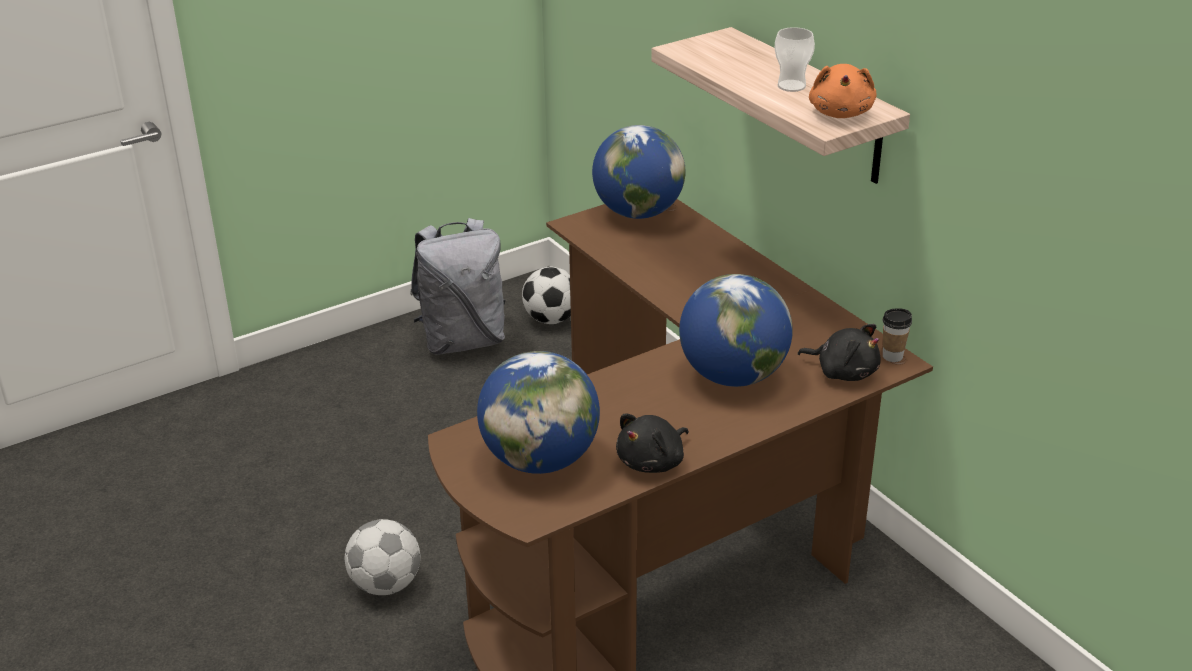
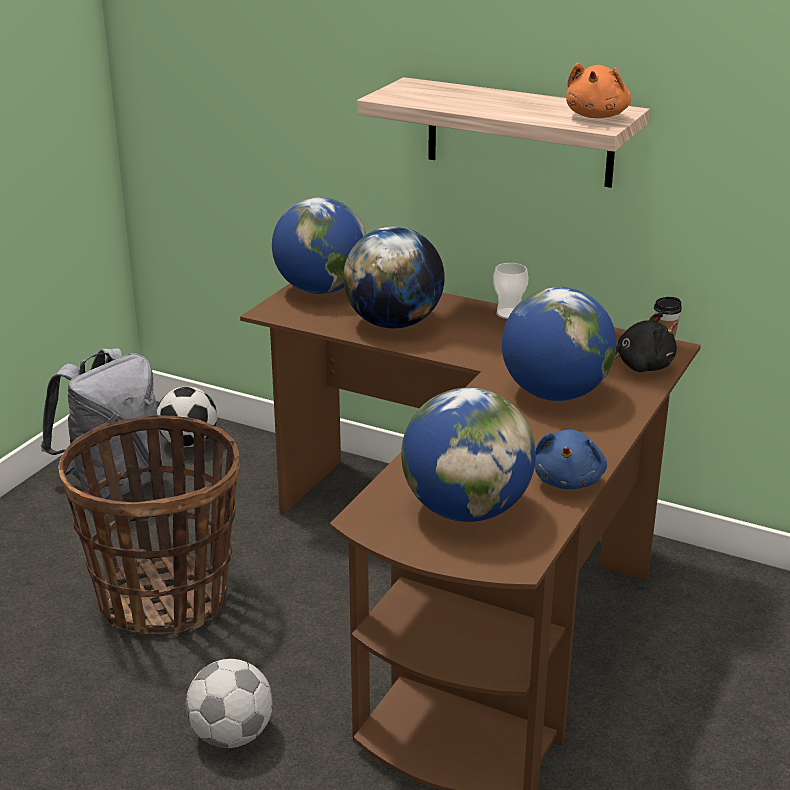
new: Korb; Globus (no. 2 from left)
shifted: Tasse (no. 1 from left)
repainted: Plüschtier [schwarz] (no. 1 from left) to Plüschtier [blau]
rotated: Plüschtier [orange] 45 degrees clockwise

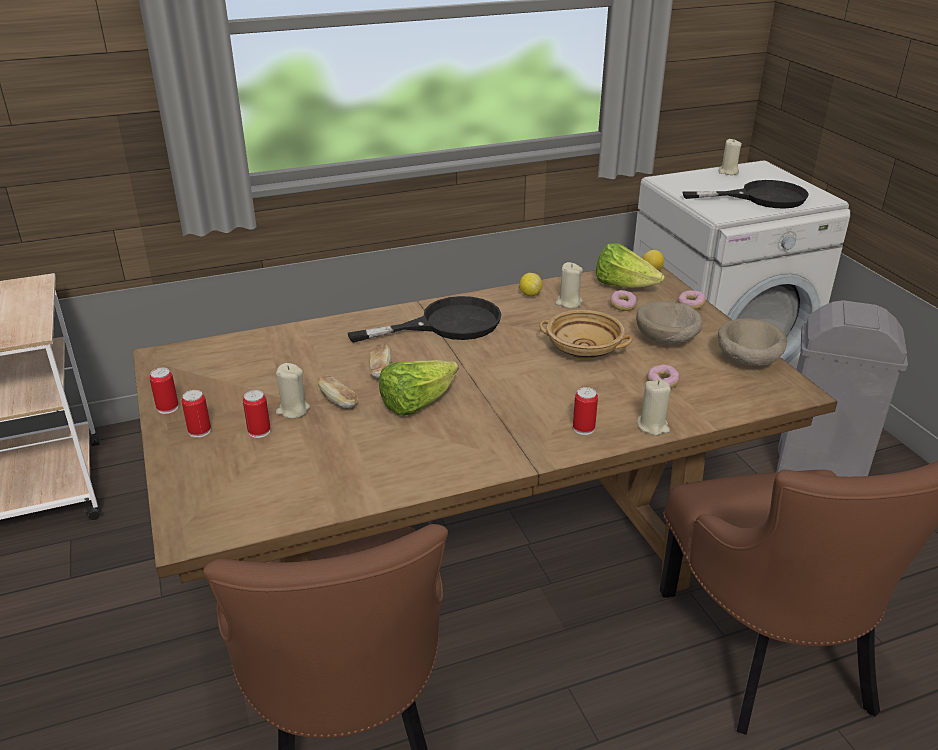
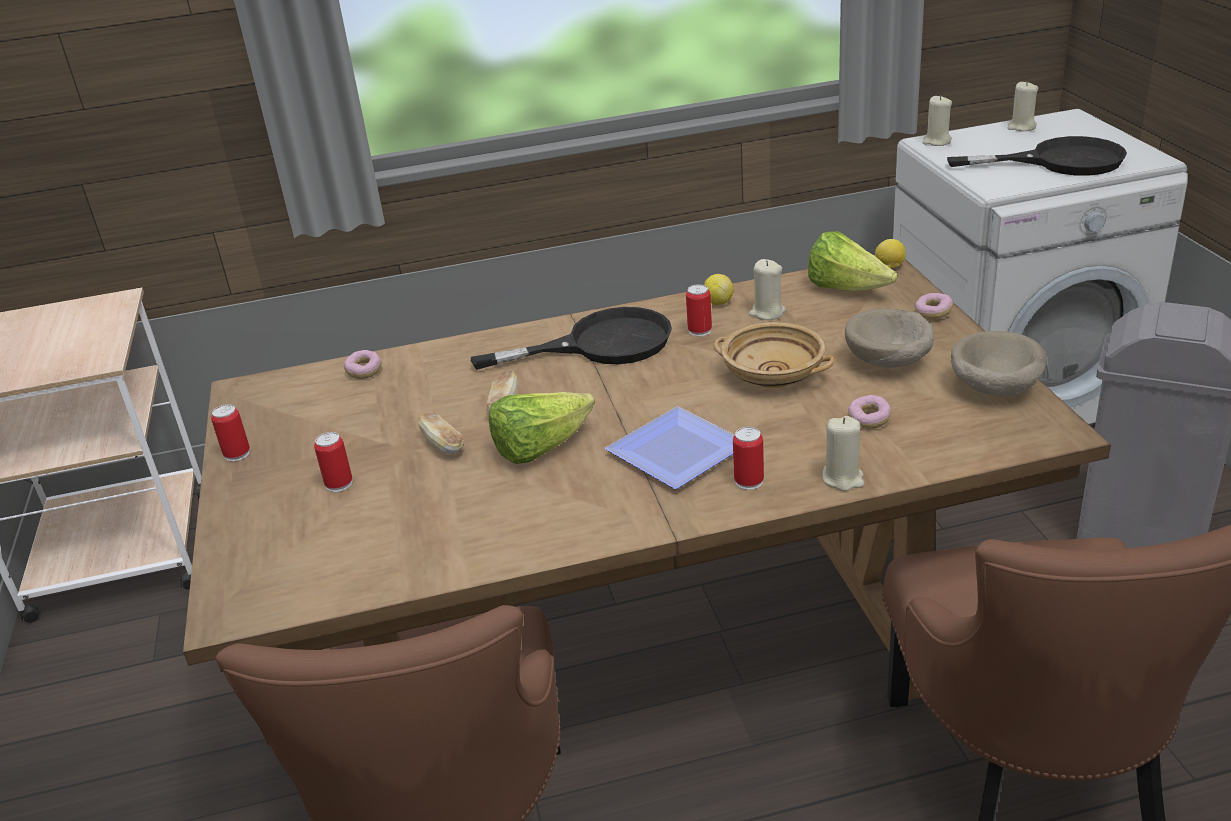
new: Teller
shifted: Donut (no. 1 from left); Dose (no. 2 from left in the first image) to Dose (no. 3 from left); Kerze [beige] (no. 1 from left in the first image) to Kerze [beige] (no. 3 from left)

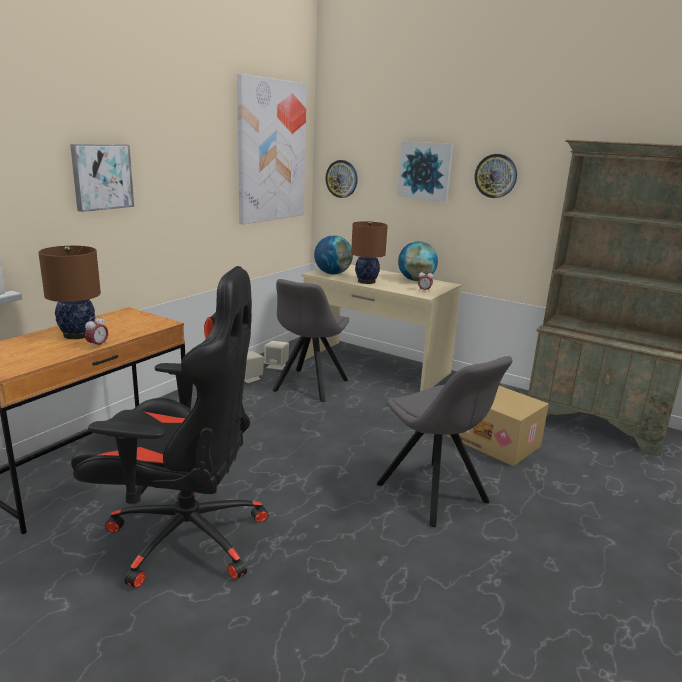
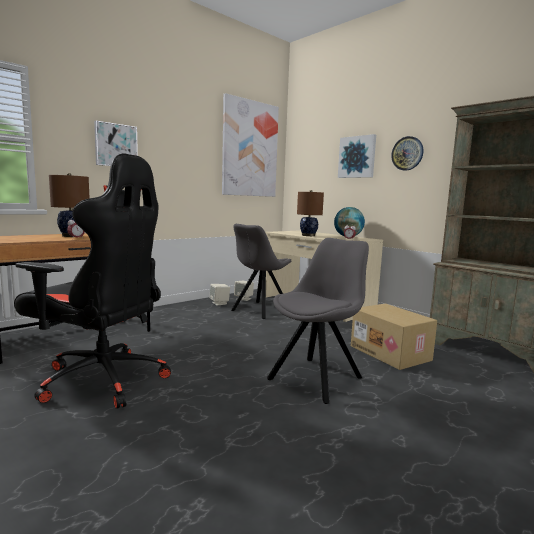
gone: Globus (no. 1 from left); Wanduhr (no. 1 from left)
rotated: Stuhl [grau] (no. 2 from left) 120 degrees counterclockwise

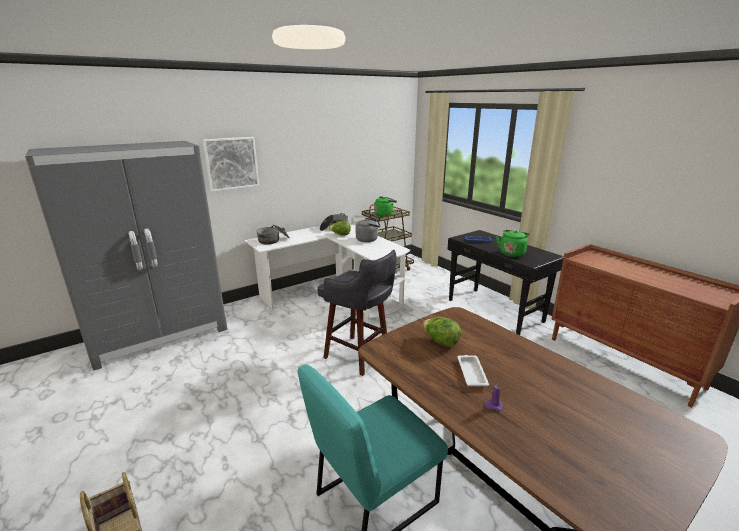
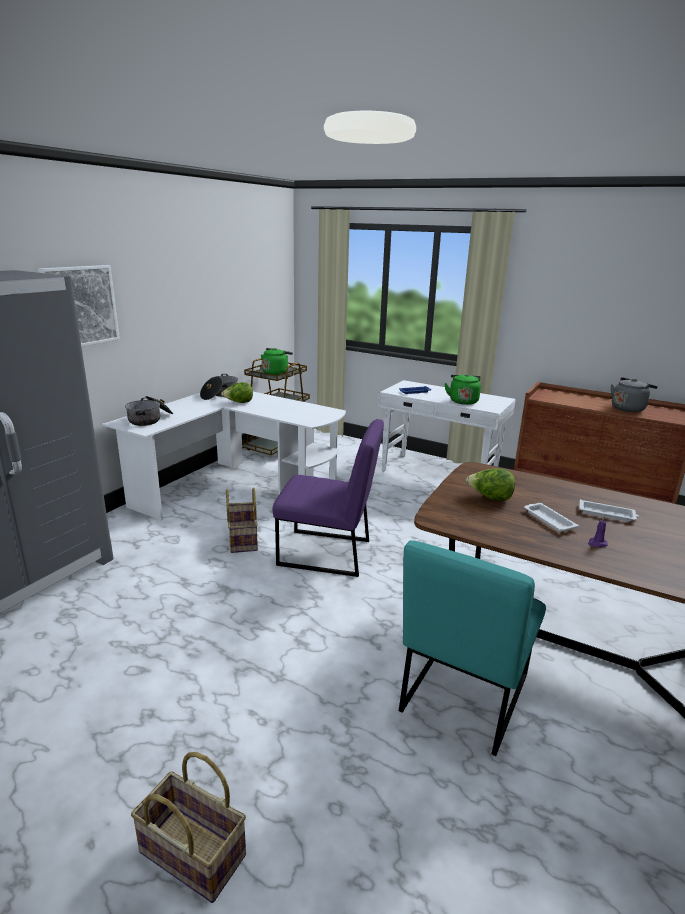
new: Korb (no. 2 from left); Tablett [weiß] (no. 2 from left)
shifted: Wasserkessel [grau]
swapped: Hocker [grau] to Stuhl [lila]
repainted: Konsolentisch [schwarz] to Konsolentisch [weiß]

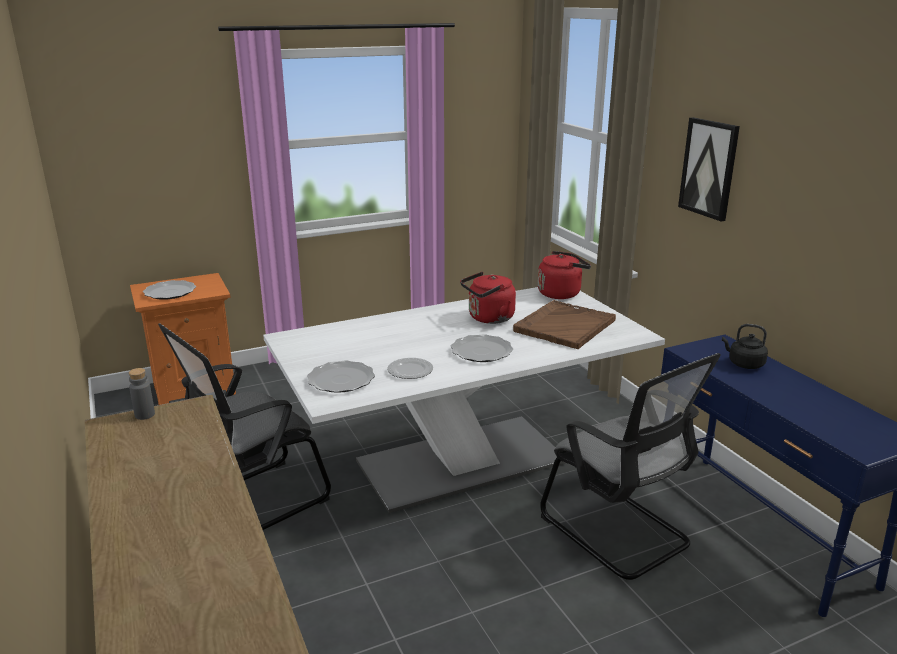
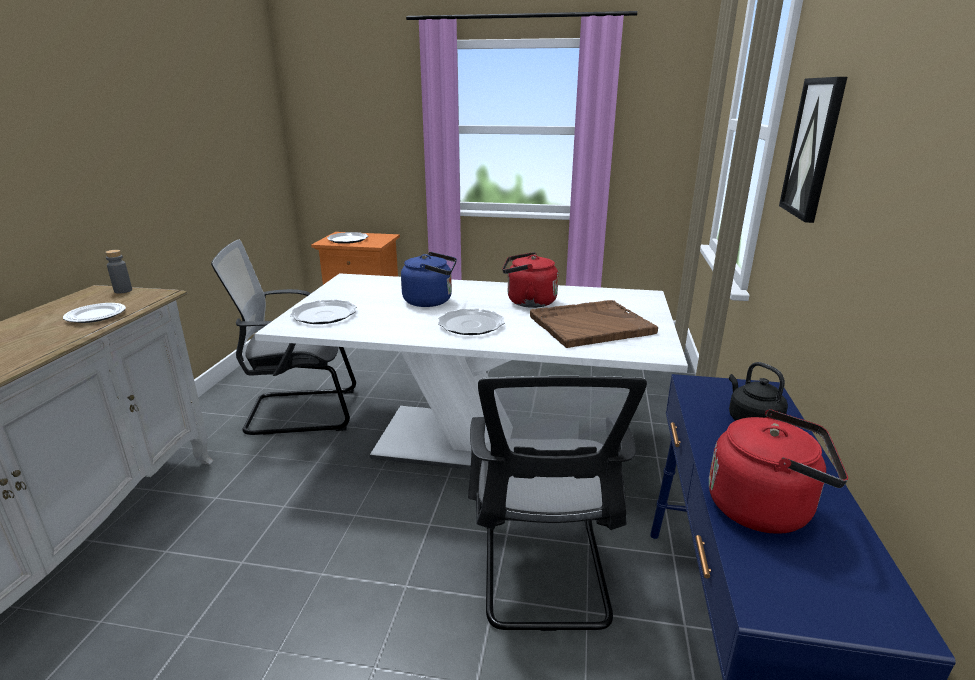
new: Wasserkessel [blau]
shifted: Teller (no. 3 from left in the first image) to Teller (no. 1 from left); Wasserkessel [rot] (no. 2 from left)

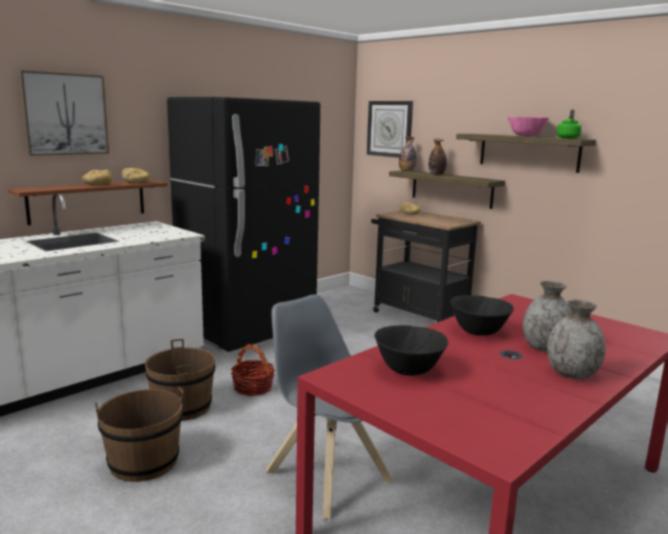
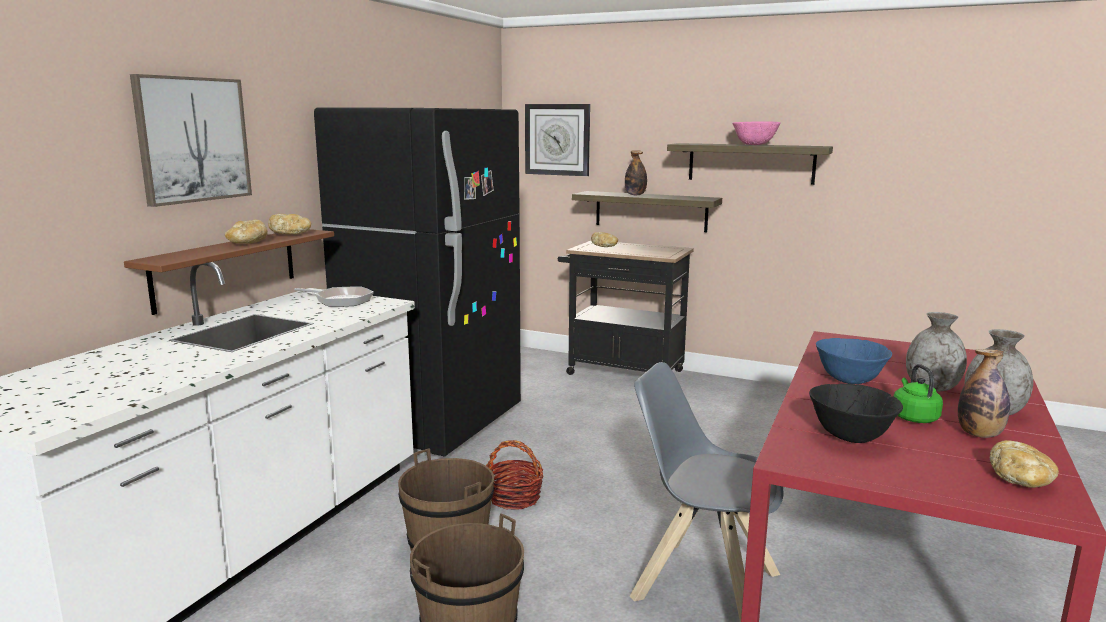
new: Pfanne; Brot (no. 4 from left)
shifted: Wasserkessel [grün]; Flasche (no. 1 from left in the first image) to Flasche (no. 2 from left)
repainted: Schüssel [schwarz] (no. 2 from left) to Schüssel [blau]

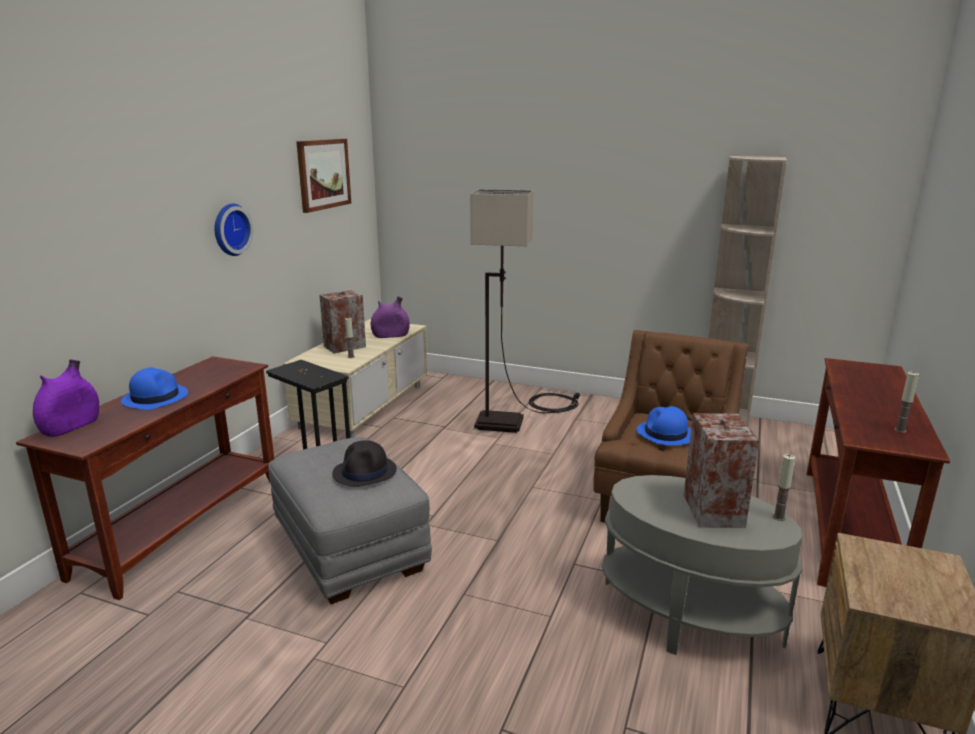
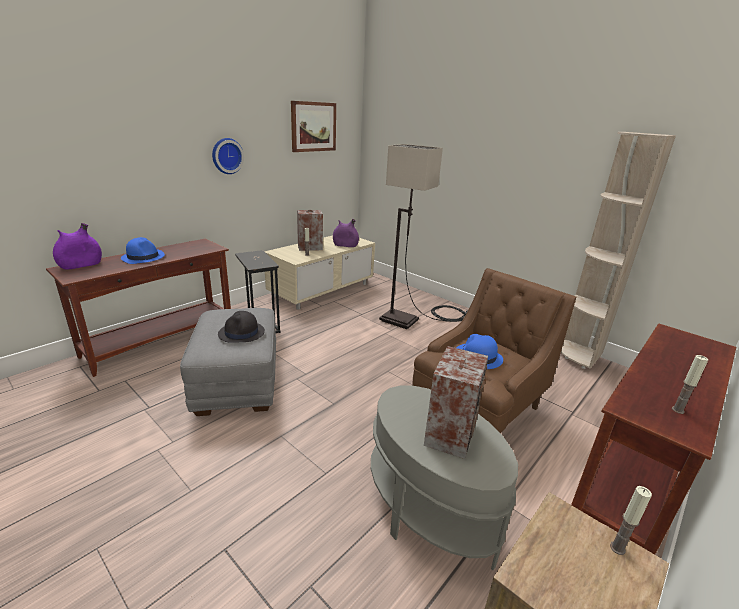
shifted: Kerze (no. 2 from left)

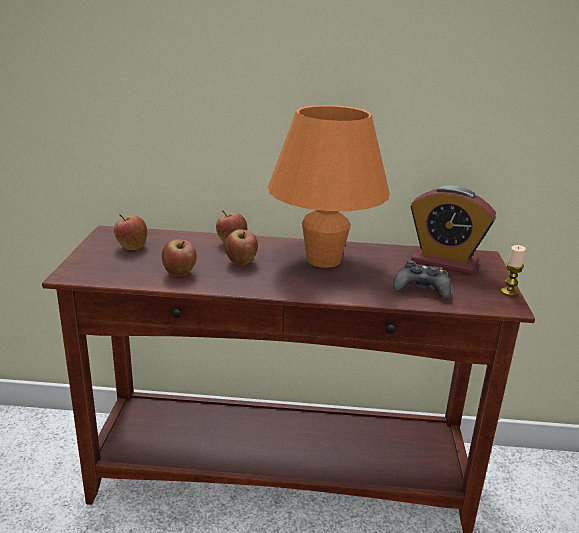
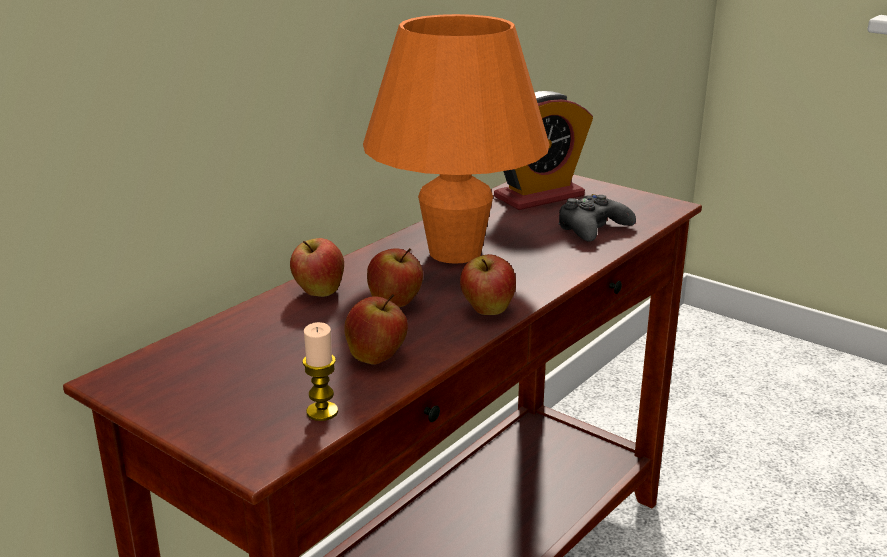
shifted: Kerze; Apfel (no. 1 from left in the first image) to Apfel (no. 4 from left)

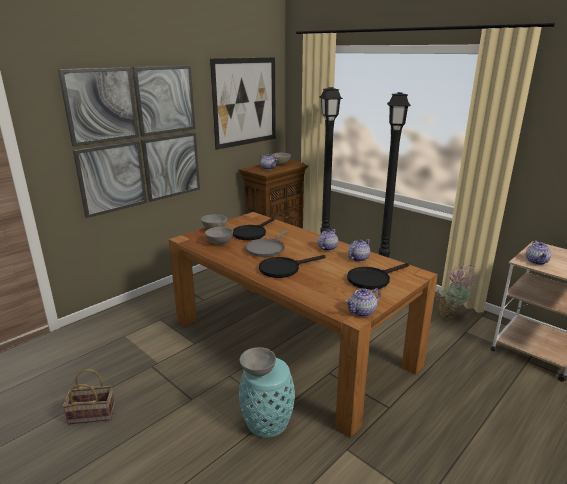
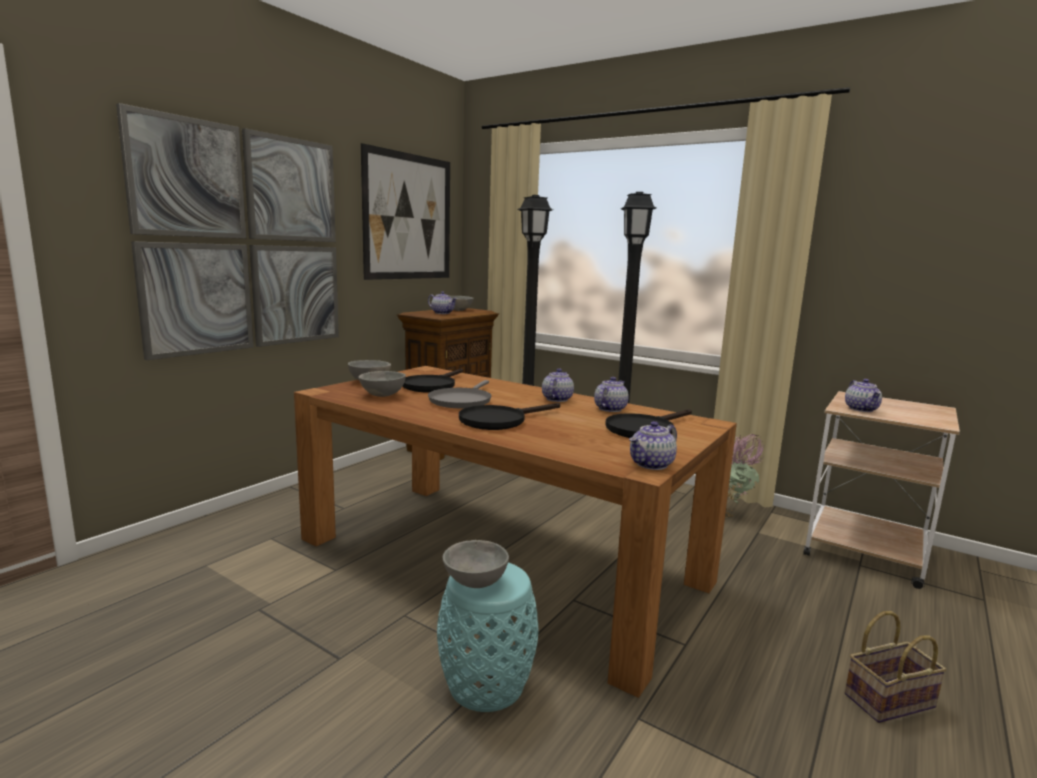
shifted: Korb

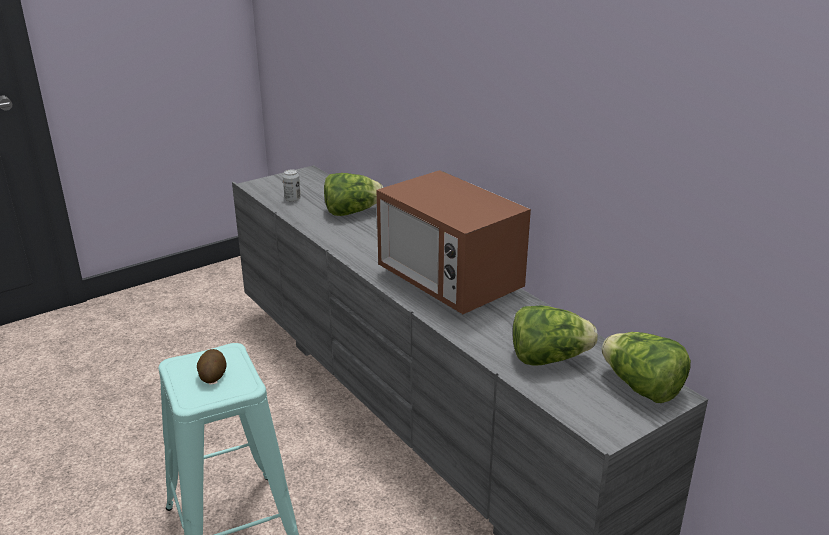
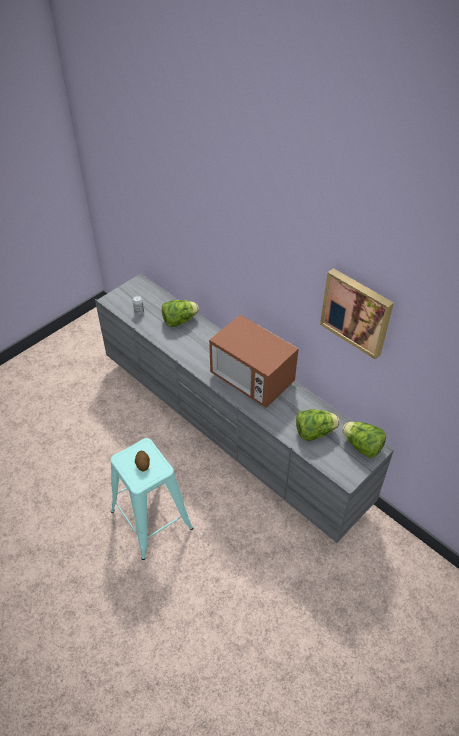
new: Bild

